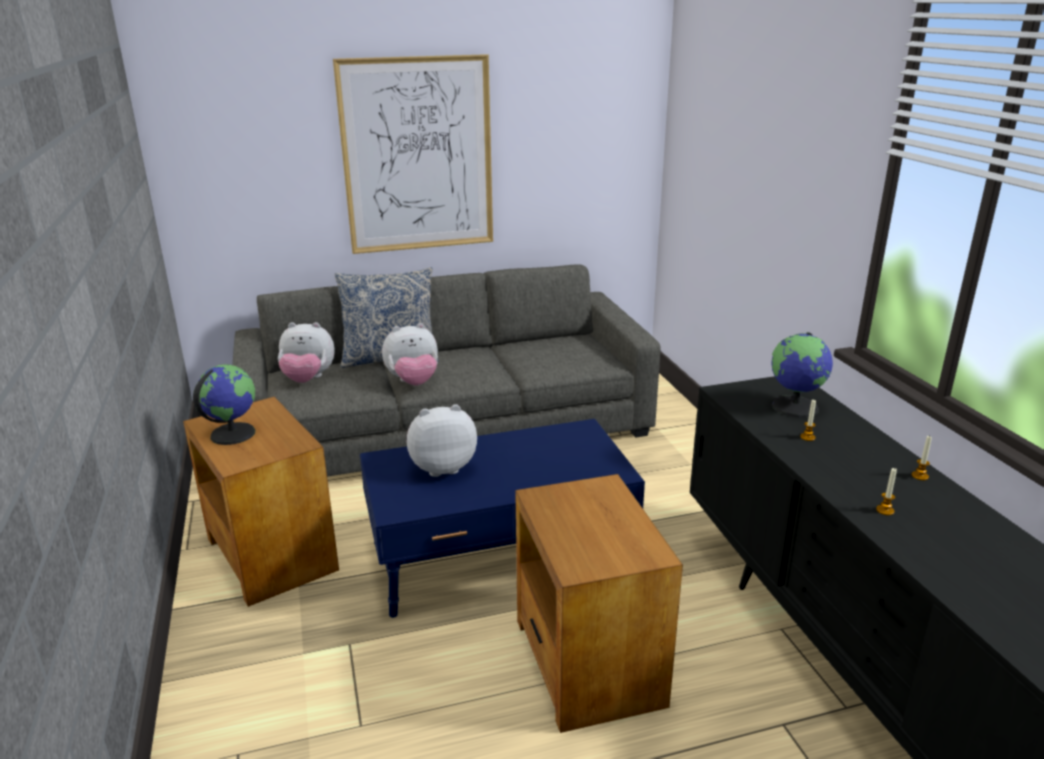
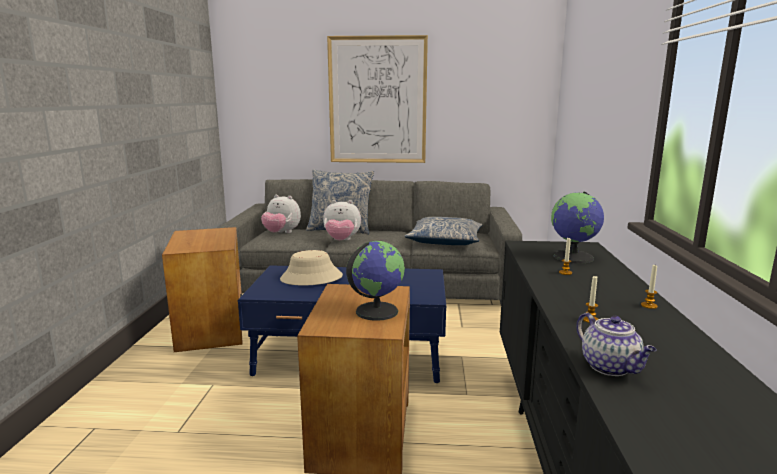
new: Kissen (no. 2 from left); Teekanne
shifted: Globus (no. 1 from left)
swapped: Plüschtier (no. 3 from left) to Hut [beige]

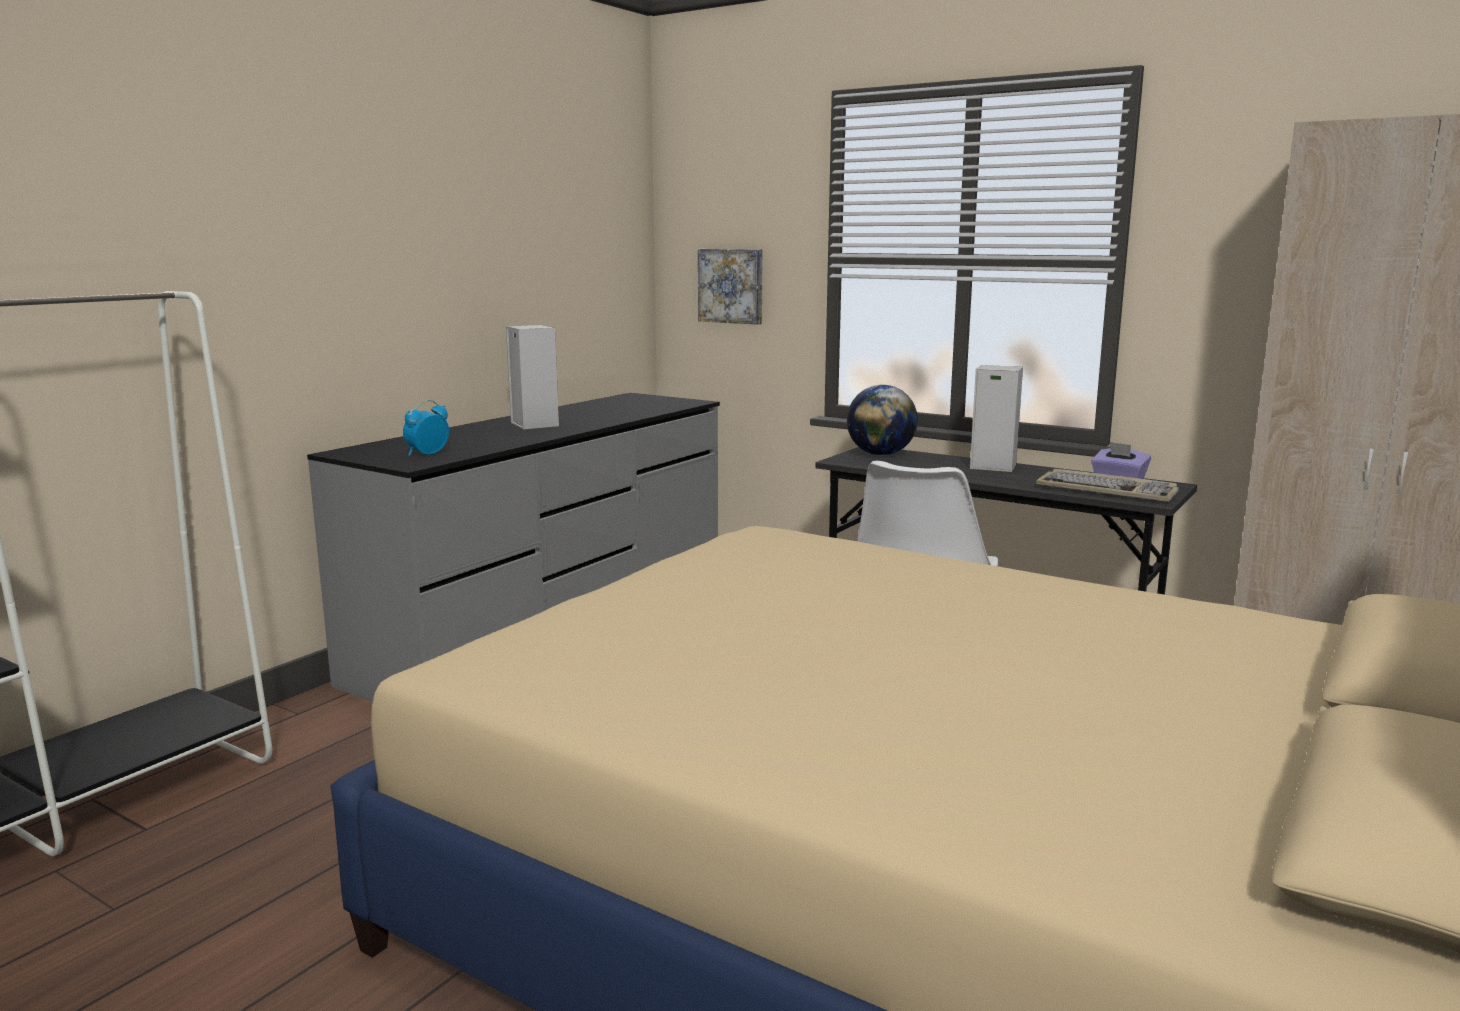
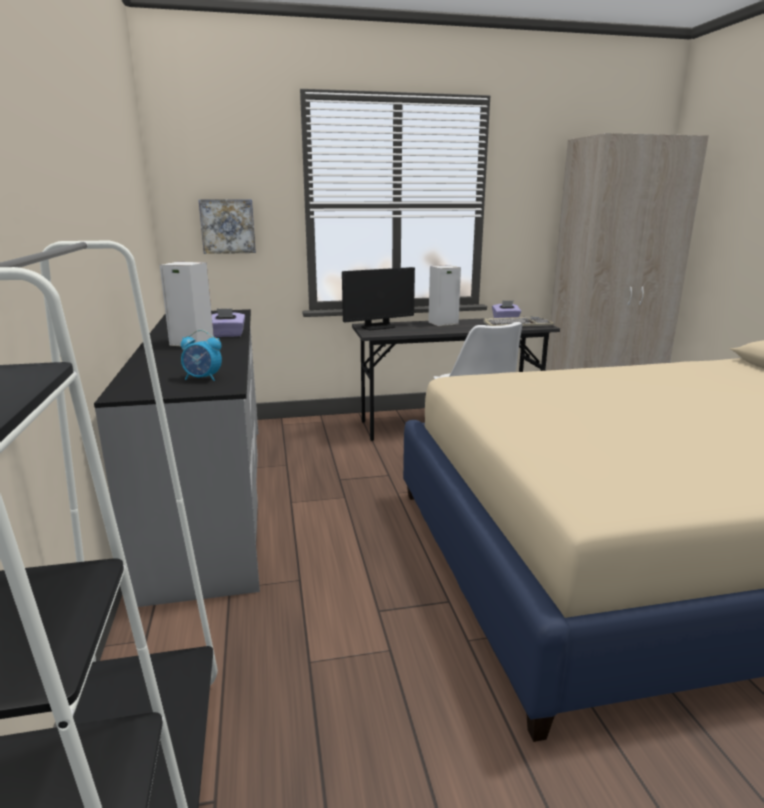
new: Taschentuchbox [lila] (no. 1 from left)
swapped: Globus to Monitor
rotated: Wecker 75 degrees counterclockwise

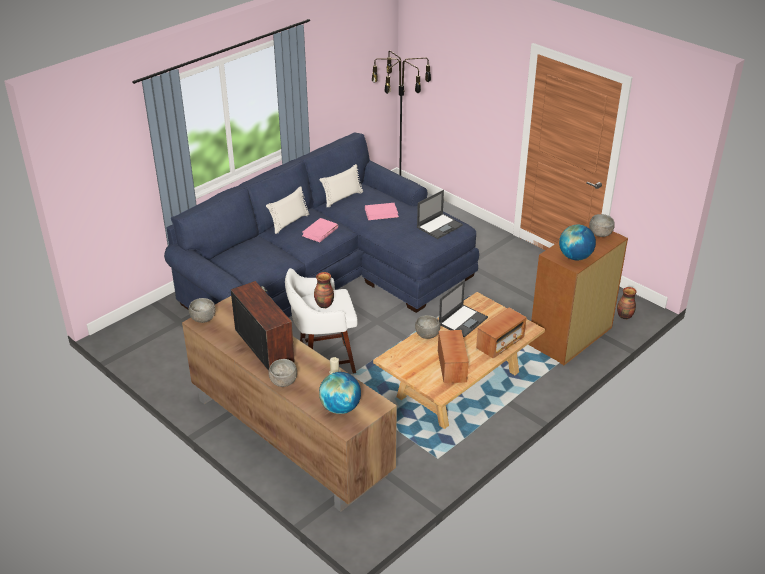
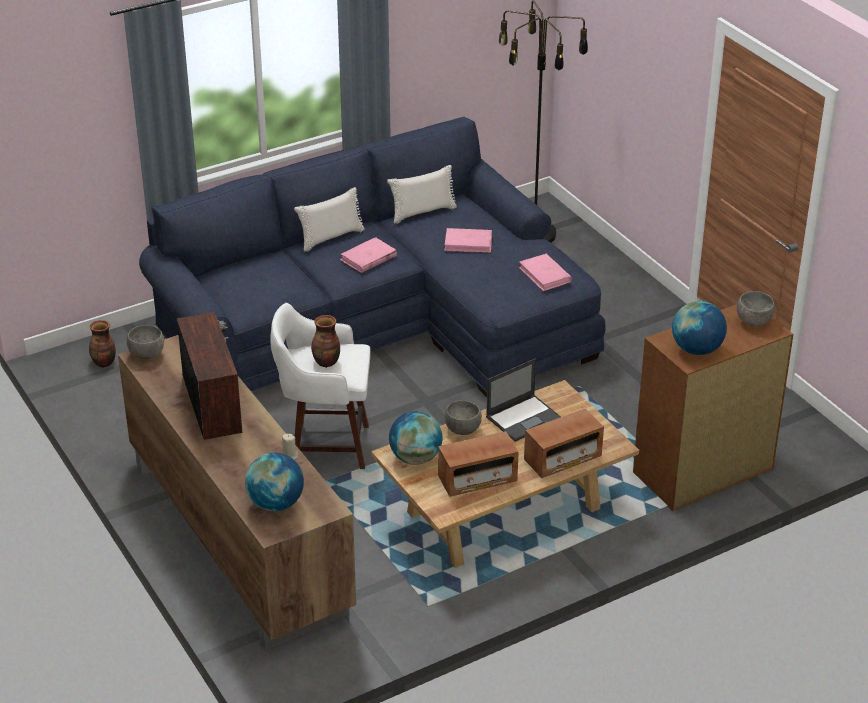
gone: Schüssel [grau] (no. 2 from left)
new: Globus (no. 2 from left)
shifted: Vase (no. 2 from left in the first image) to Vase (no. 1 from left)
swapped: Laptop (no. 1 from left) to Buch [rosa] (no. 3 from left)
rotated: Radio (no. 1 from left) 60 degrees clockwise

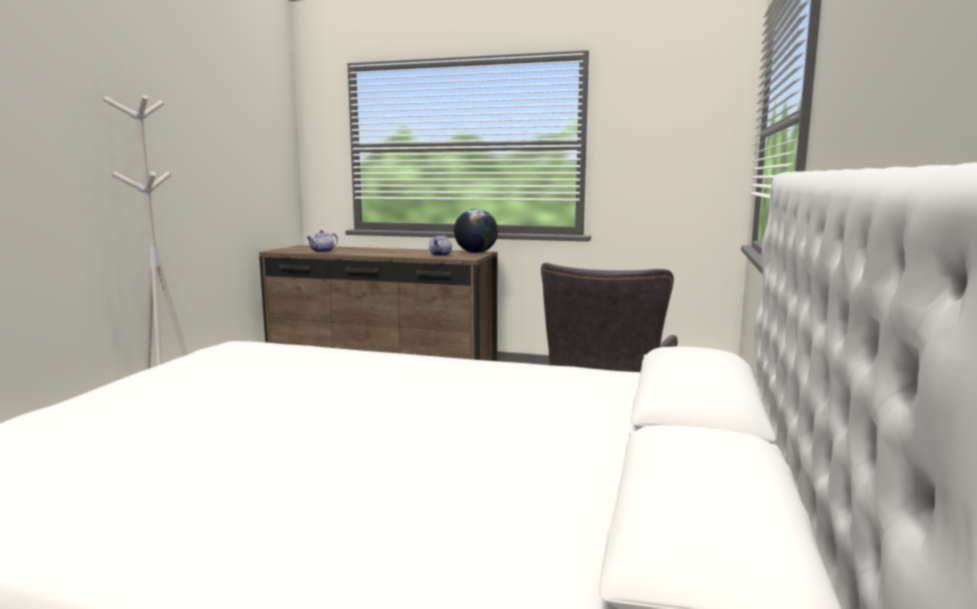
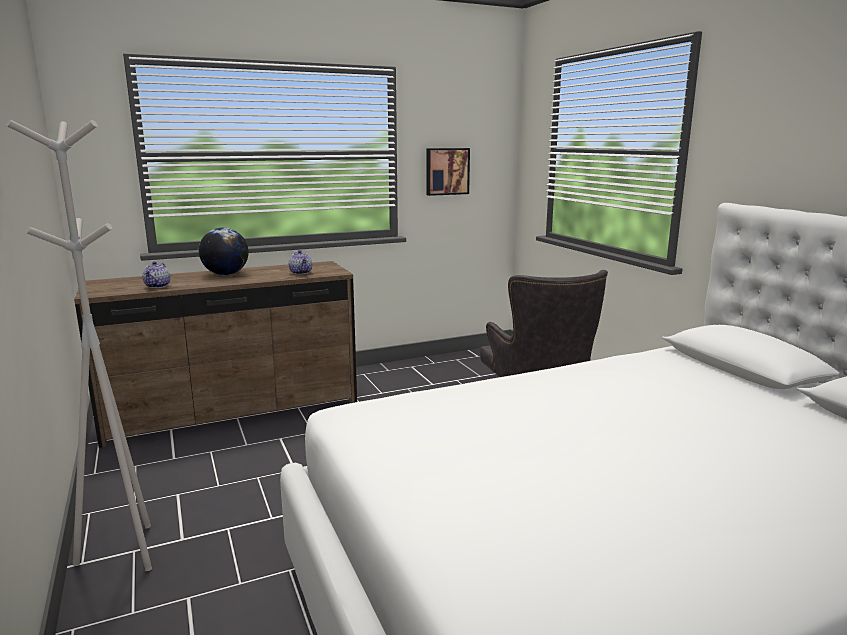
new: Bild
shifted: Globus

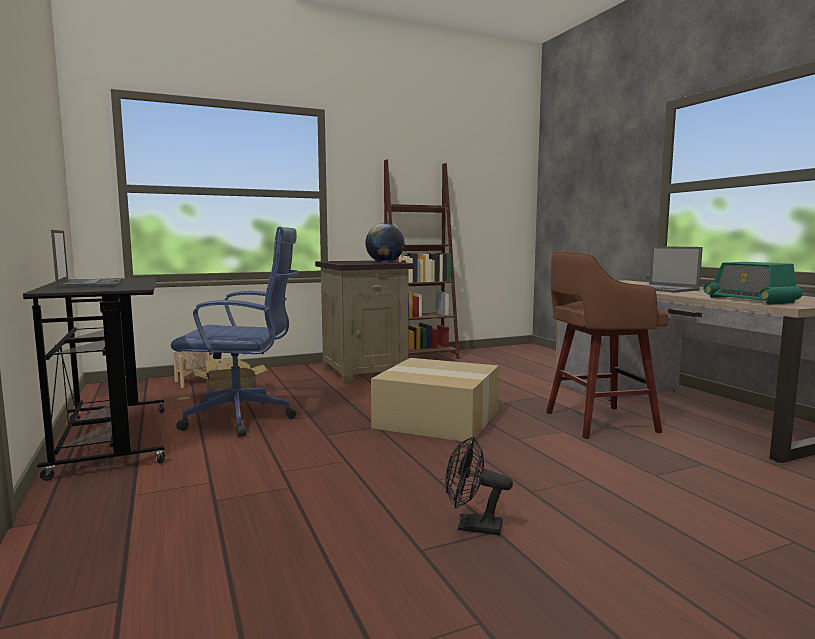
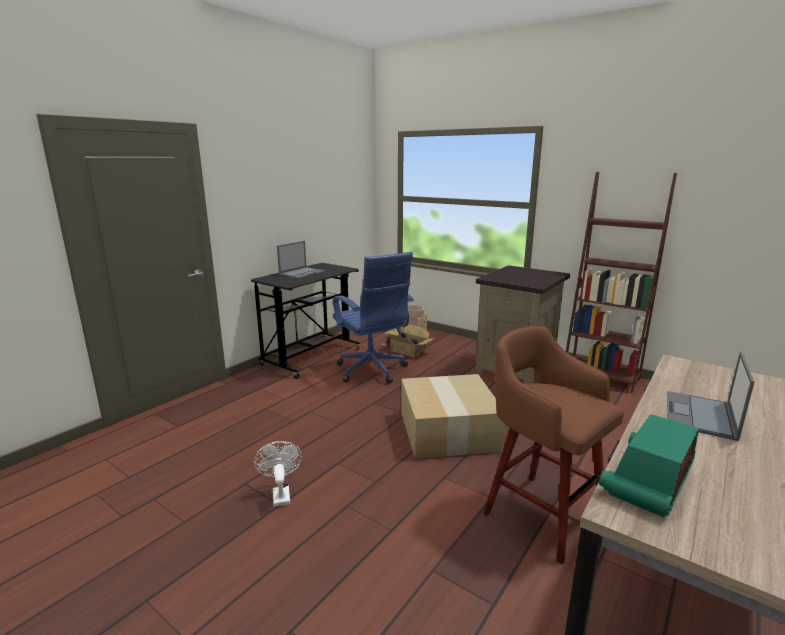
gone: Globus
repainted: Ventilator [schwarz] to Ventilator [weiß]

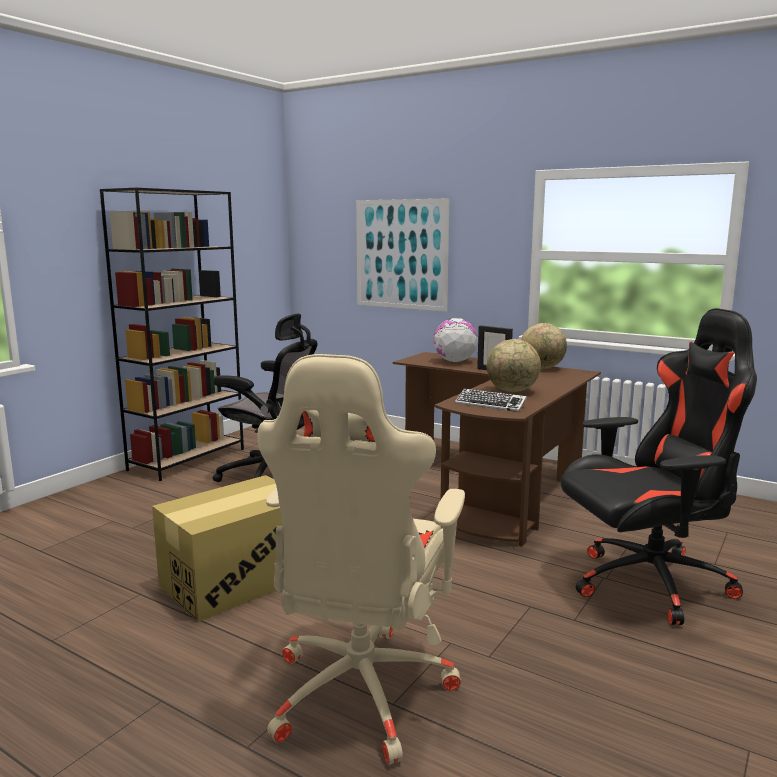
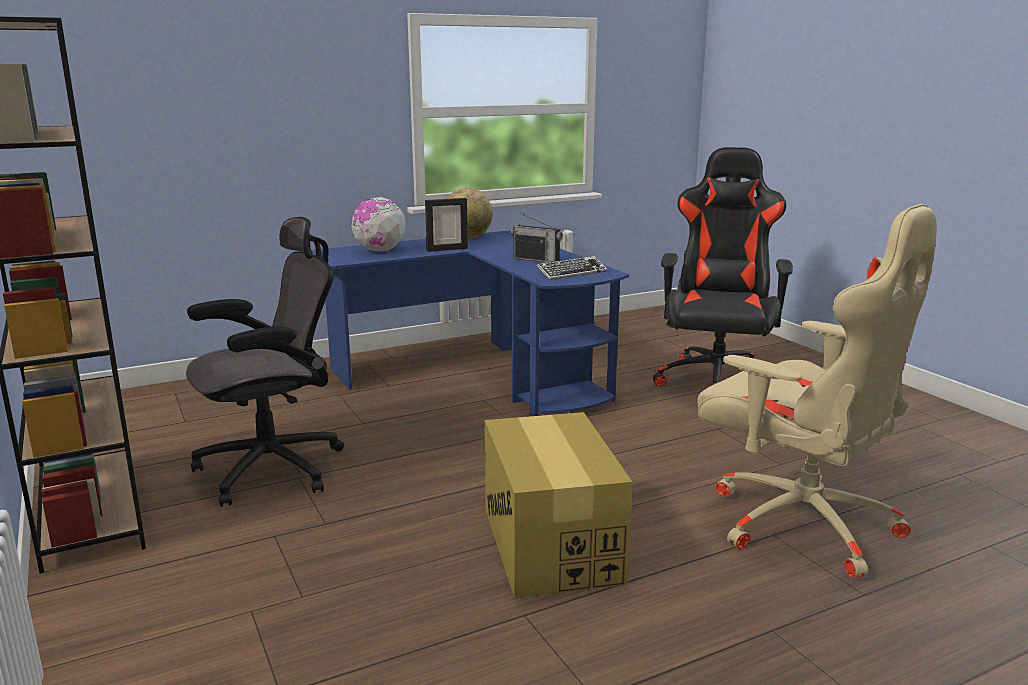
gone: Bild
swapped: Globus (no. 2 from left) to Radio
repainted: Schreibtisch [braun] to Schreibtisch [blau]

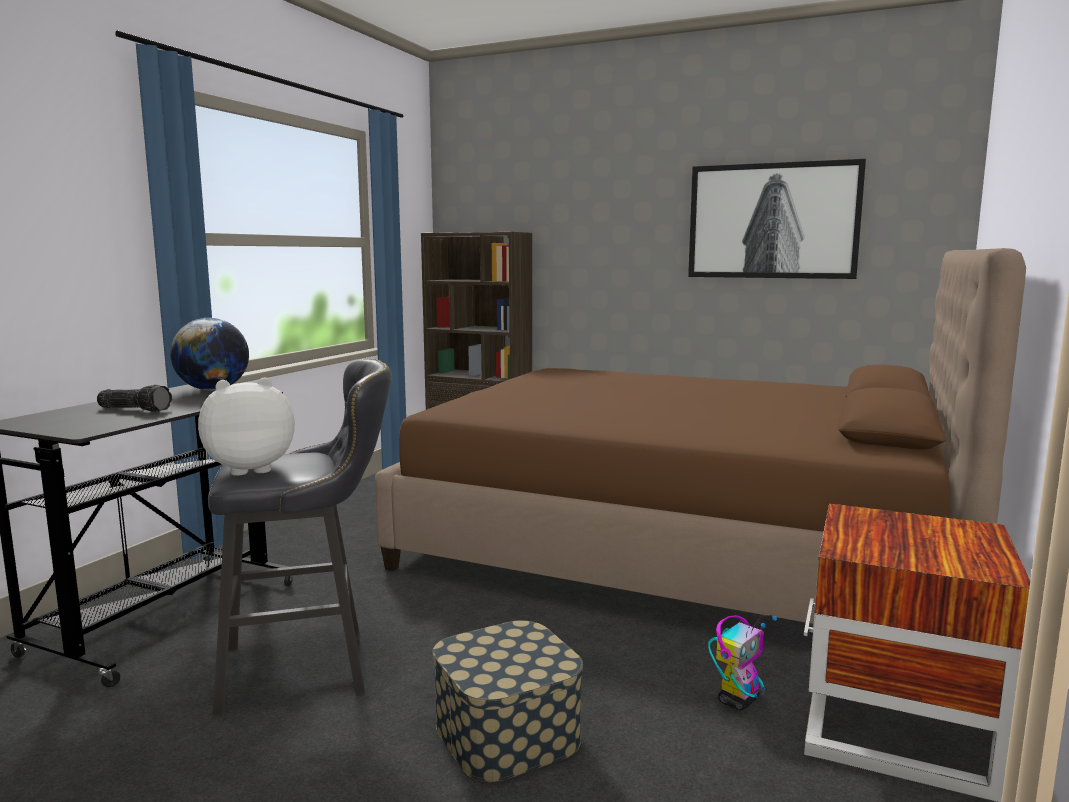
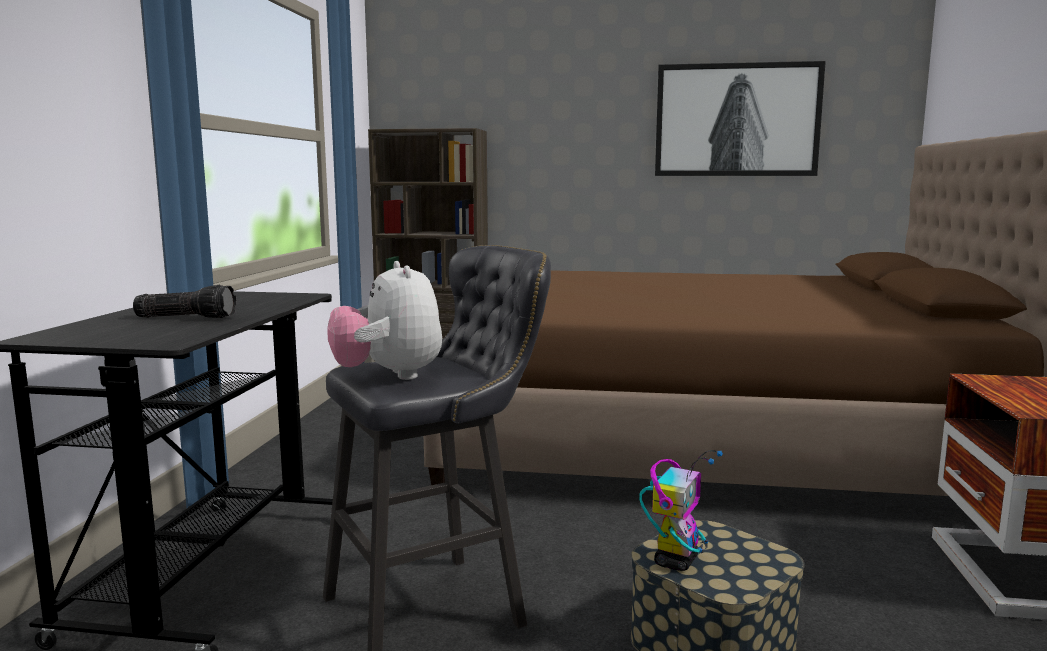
gone: Globus
shifted: Spielzeugroboter
rotated: Plüschtier 75 degrees counterclockwise

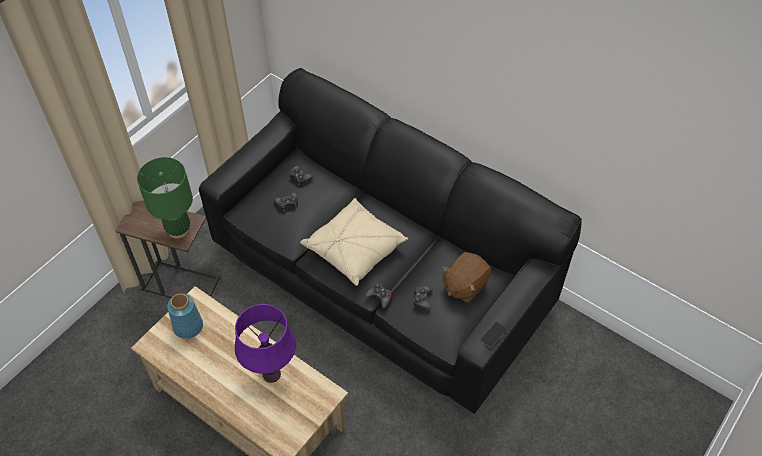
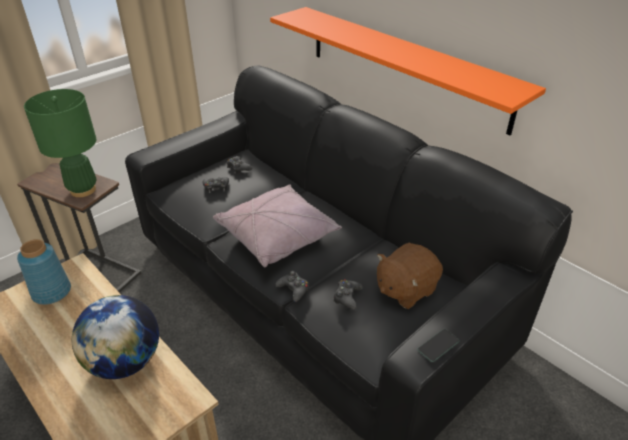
new: Wandregal [orange]
swapped: Tischlampe [lila] to Globus
repainted: Kissen [beige] to Kissen [lila]

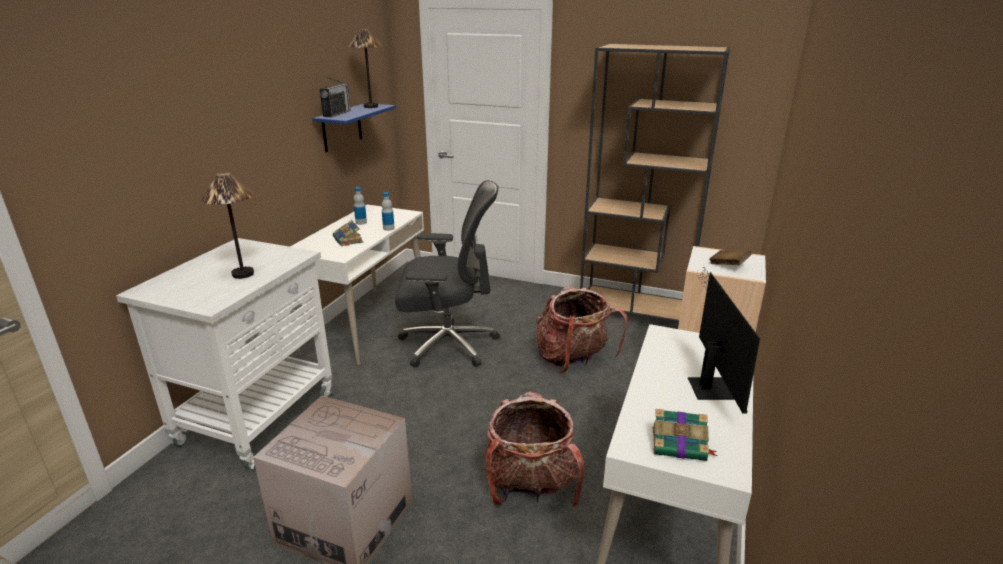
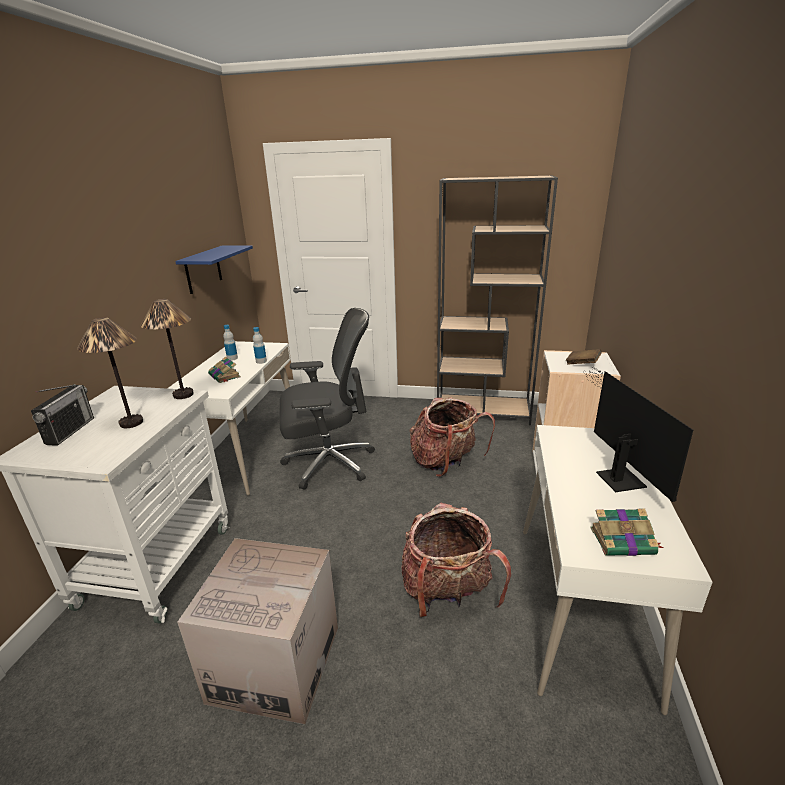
shifted: Radio; Tischlampe (no. 2 from left)

